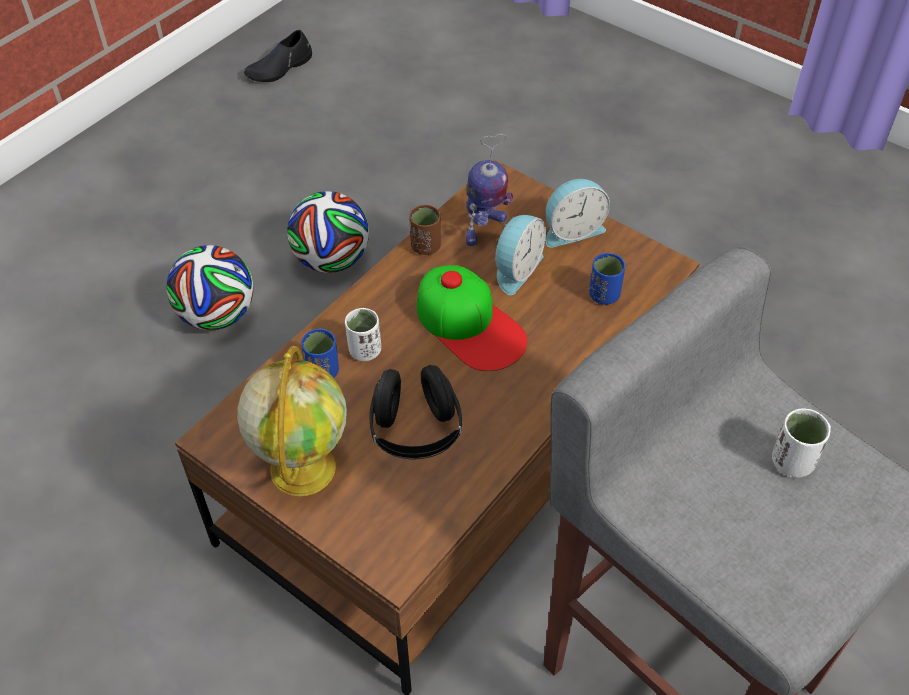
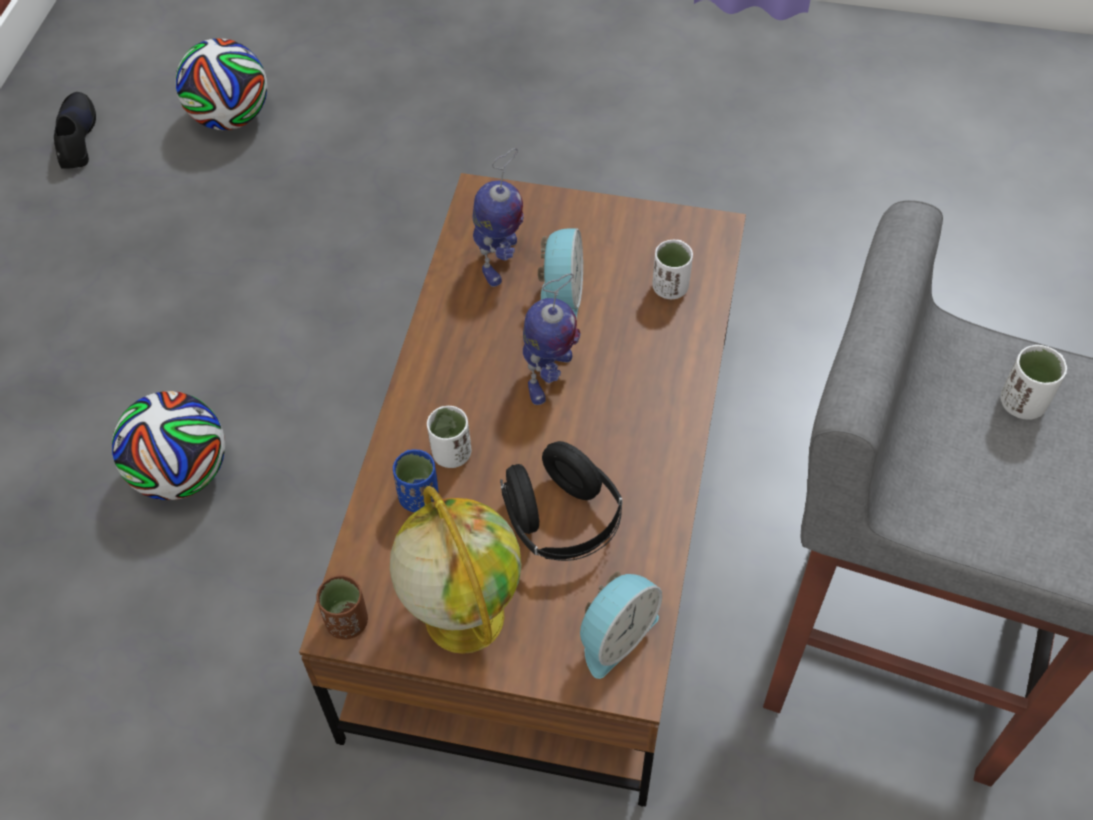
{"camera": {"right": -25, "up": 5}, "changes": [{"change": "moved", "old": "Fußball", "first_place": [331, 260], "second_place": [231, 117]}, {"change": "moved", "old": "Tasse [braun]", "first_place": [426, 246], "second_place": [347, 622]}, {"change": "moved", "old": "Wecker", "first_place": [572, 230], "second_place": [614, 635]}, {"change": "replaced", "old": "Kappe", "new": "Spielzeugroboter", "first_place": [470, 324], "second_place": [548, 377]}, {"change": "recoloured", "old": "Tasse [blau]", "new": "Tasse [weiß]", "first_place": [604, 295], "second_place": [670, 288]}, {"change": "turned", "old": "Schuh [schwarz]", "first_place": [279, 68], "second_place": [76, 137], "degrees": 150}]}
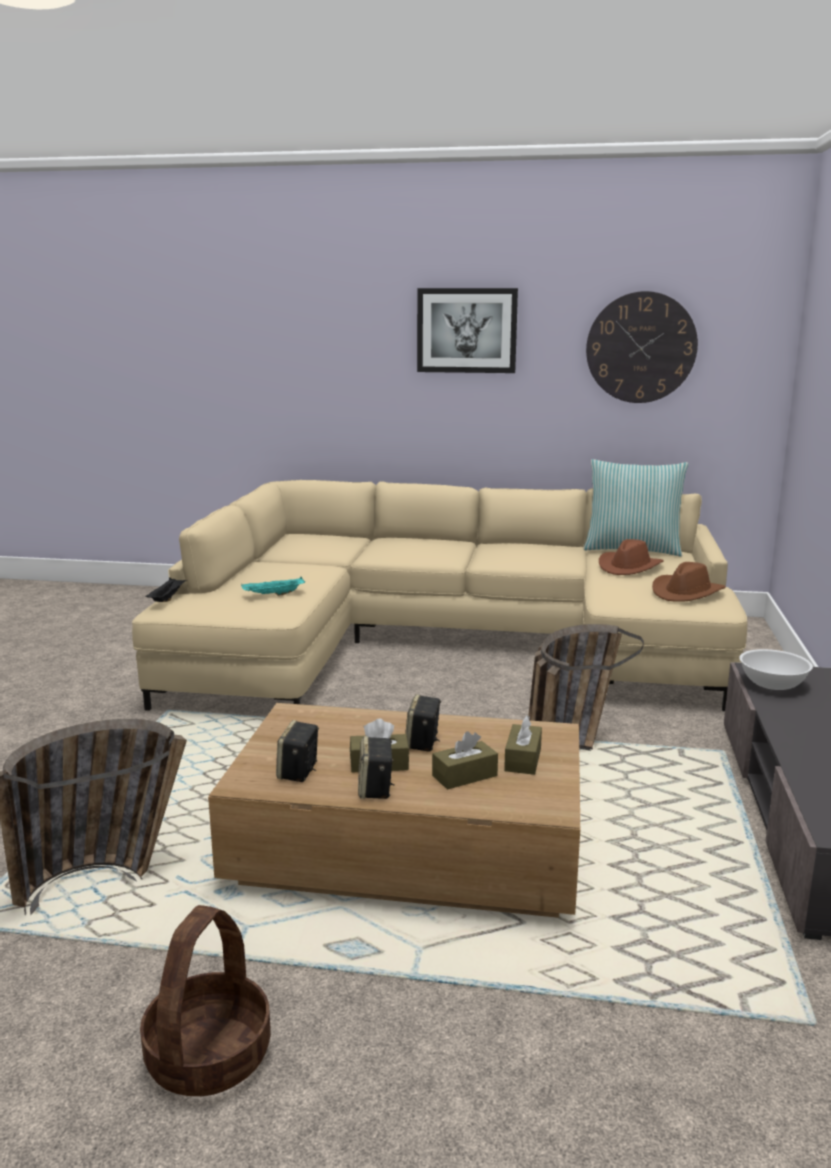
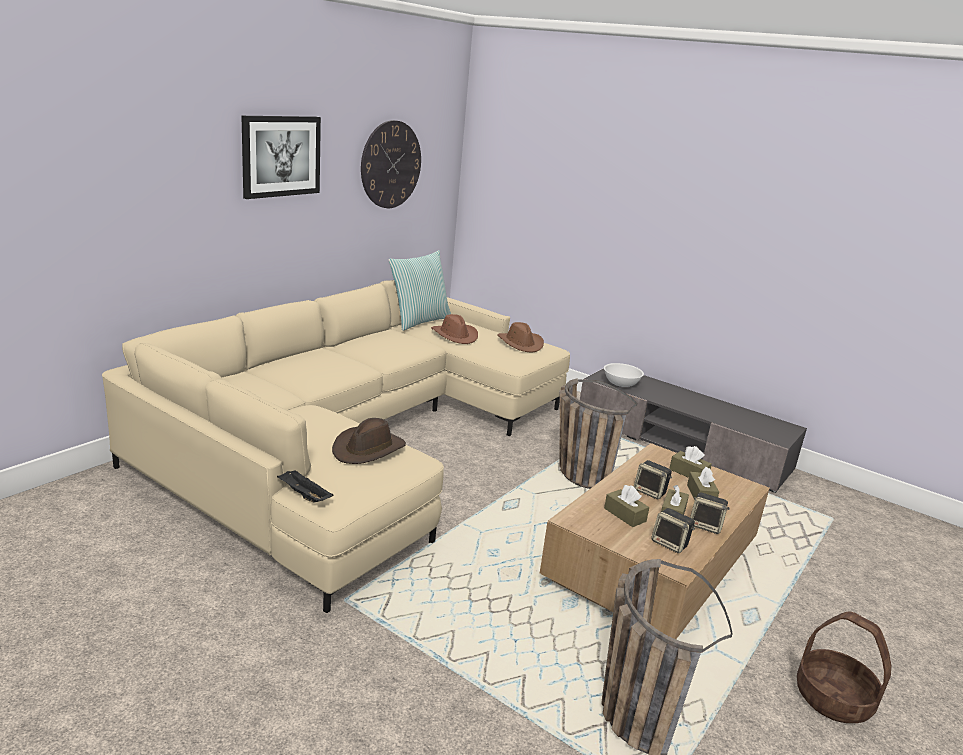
{"camera": {"right": -65, "up": 5}, "changes": [{"change": "added", "new": "Taschentuchbox [braun]", "second_place": [625, 515]}, {"change": "replaced", "old": "Tablett [türkis]", "new": "Hut [braun]", "first_place": [273, 595], "second_place": [368, 449]}]}
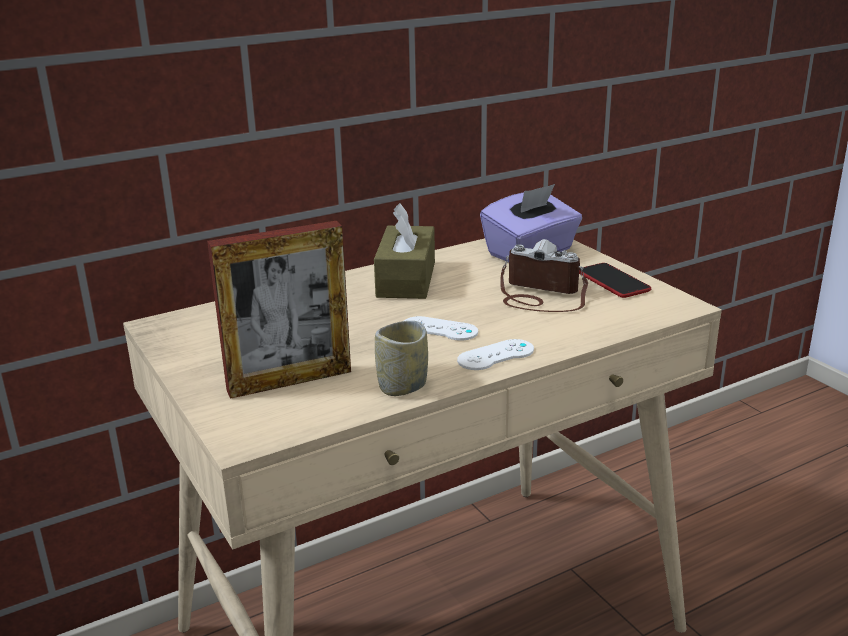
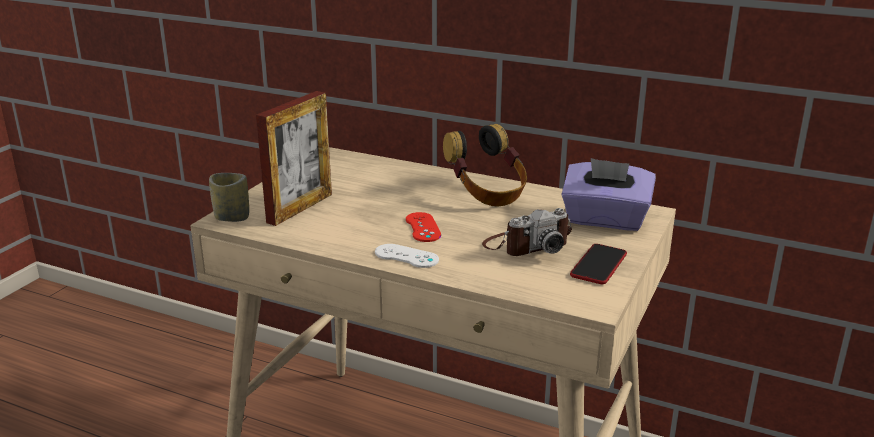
{"camera": {"right": 55, "up": 0}, "changes": [{"change": "moved", "old": "Tasse", "first_place": [402, 386], "second_place": [232, 217]}, {"change": "replaced", "old": "Taschentuchbox [braun]", "new": "Kopfhörer", "first_place": [406, 279], "second_place": [487, 194]}, {"change": "recoloured", "old": "Gamepad [weiß]", "new": "Gamepad [rot]", "first_place": [439, 329], "second_place": [423, 227]}, {"change": "turned", "old": "Bilderrahmen", "first_place": [289, 381], "second_place": [300, 208], "degrees": -90}, {"change": "turned", "old": "Kamera", "first_place": [540, 296], "second_place": [527, 245], "degrees": 75}]}
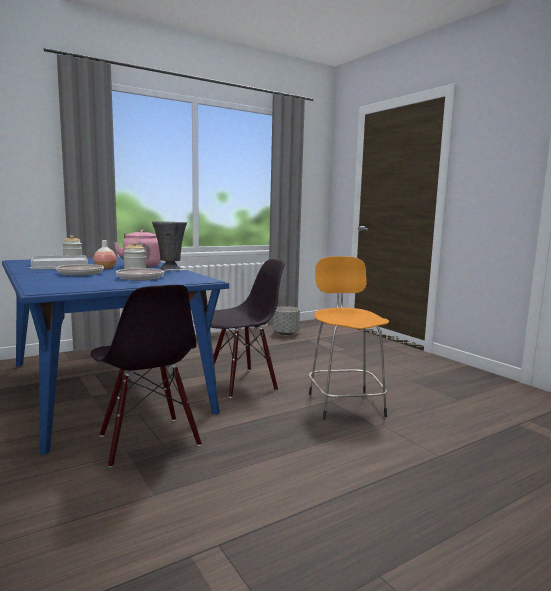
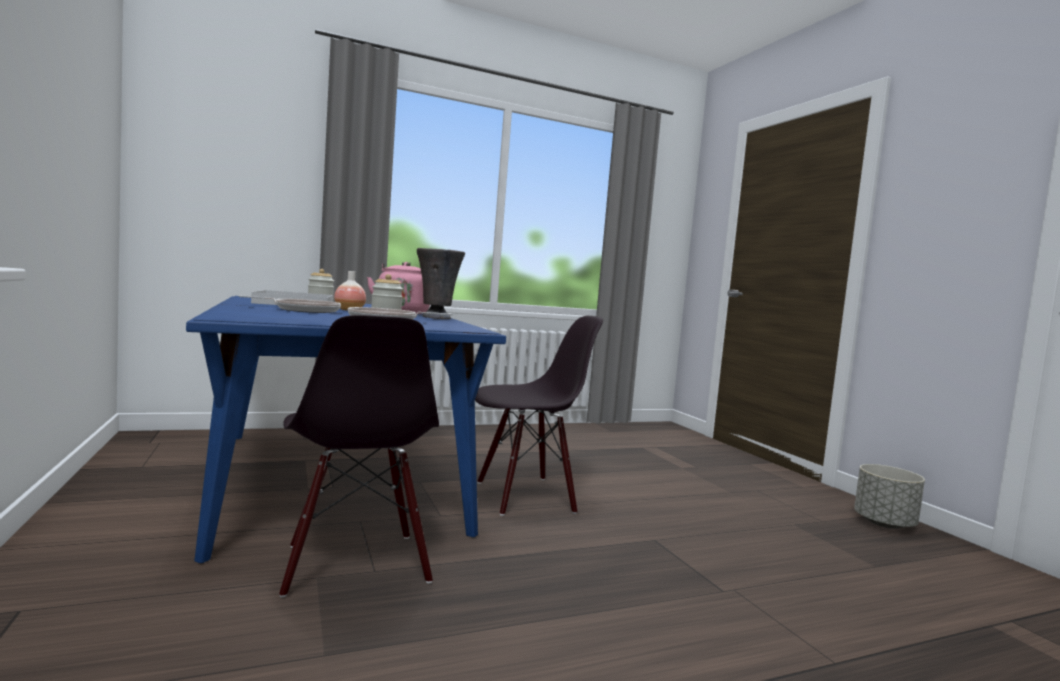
{"camera": {"right": 10, "up": -5}, "changes": [{"change": "removed", "old": "Hocker [orange]", "first_place": [344, 403]}, {"change": "moved", "old": "Pflanzkübel [grau]", "first_place": [286, 333], "second_place": [884, 523]}]}
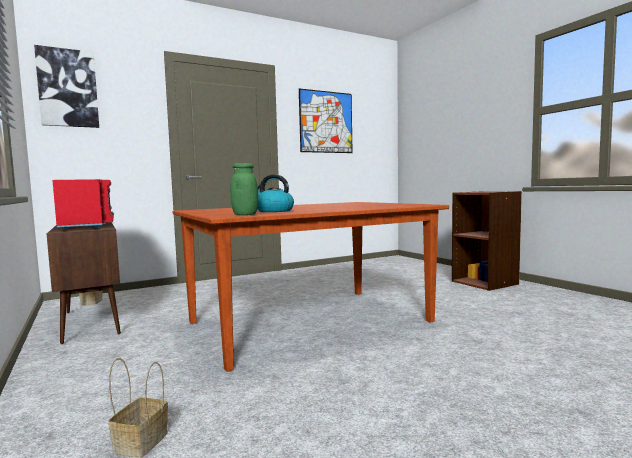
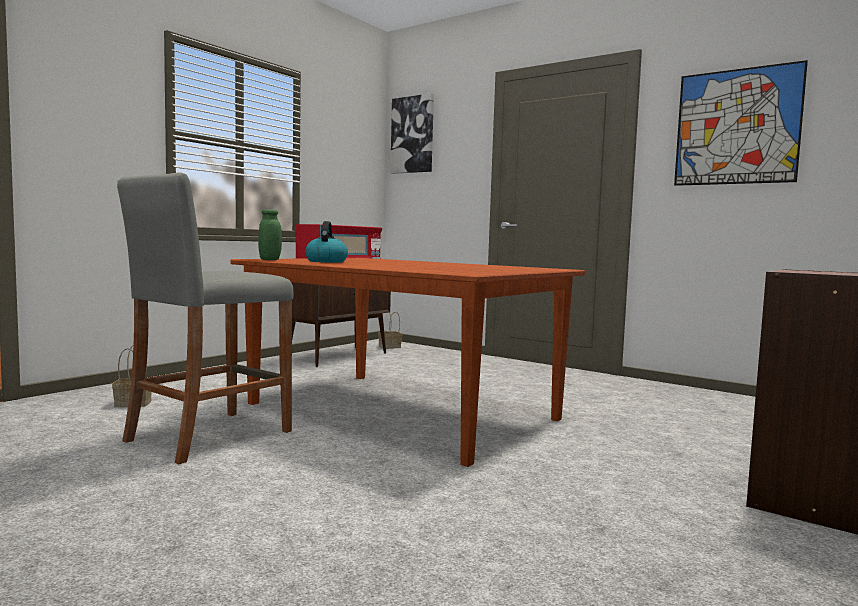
{"camera": {"right": 65, "up": 0}, "changes": [{"change": "added", "new": "Hocker [grau]", "second_place": [209, 436]}]}
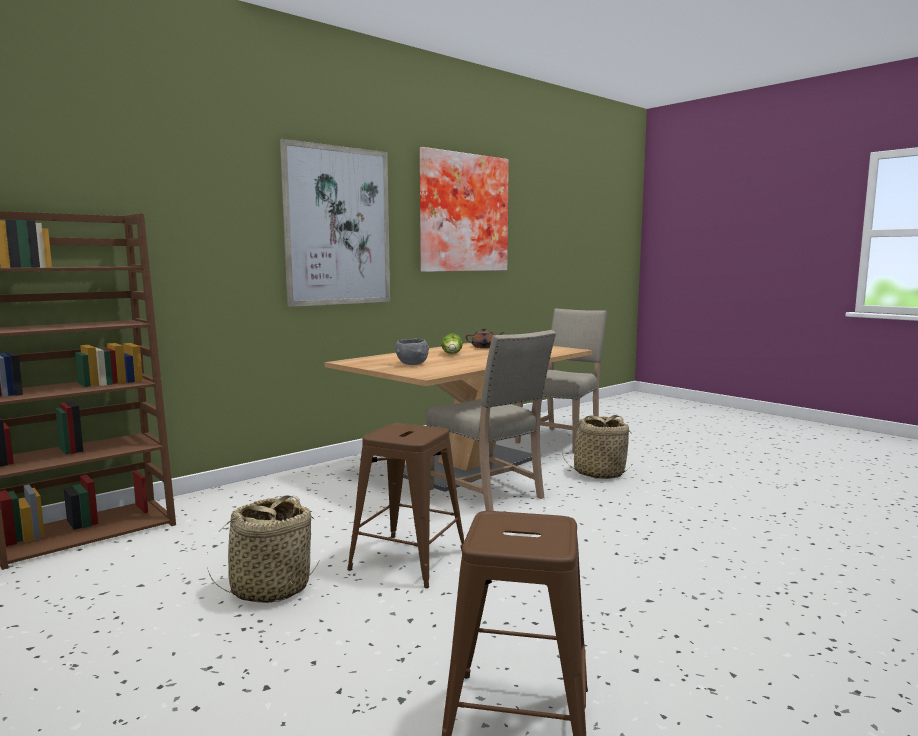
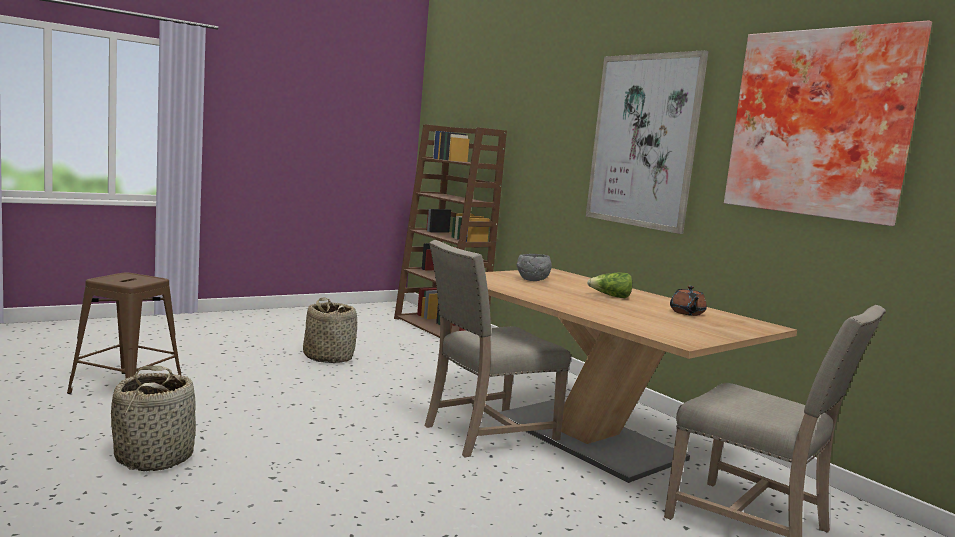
{"camera": {"right": 95, "up": 0}, "changes": [{"change": "removed", "old": "Hocker [braun]", "first_place": [408, 560]}, {"change": "moved", "old": "Korb", "first_place": [598, 473], "second_place": [155, 457]}]}
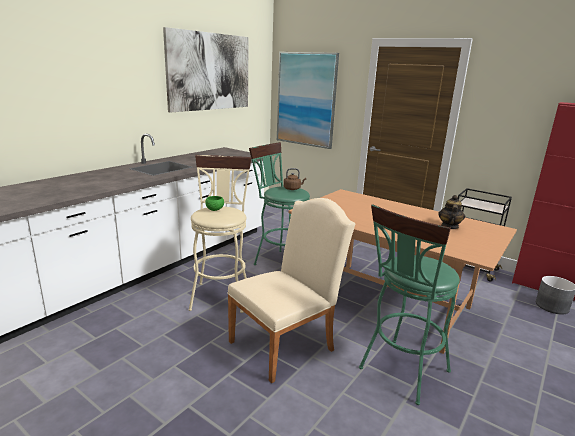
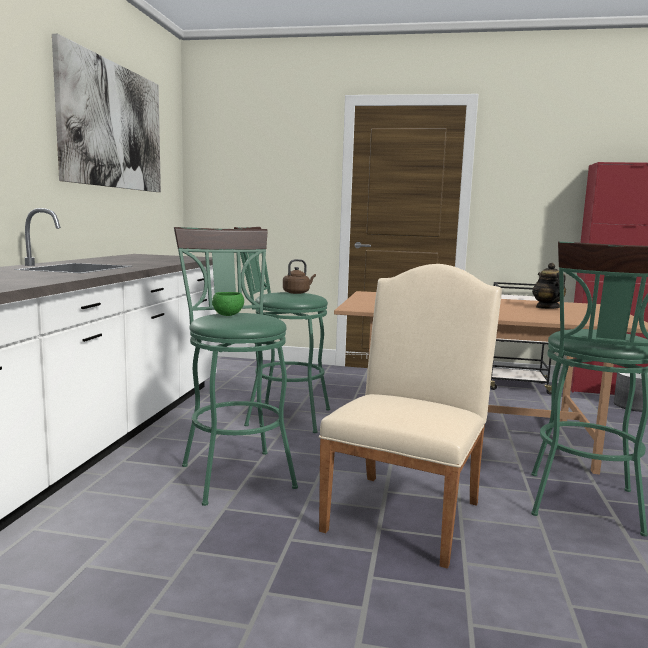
{"camera": {"right": -25, "up": -10}, "changes": [{"change": "removed", "old": "Bild", "first_place": [306, 99]}, {"change": "recoloured", "old": "Hocker [beige]", "new": "Hocker [grün]", "first_place": [221, 294], "second_place": [234, 472]}]}
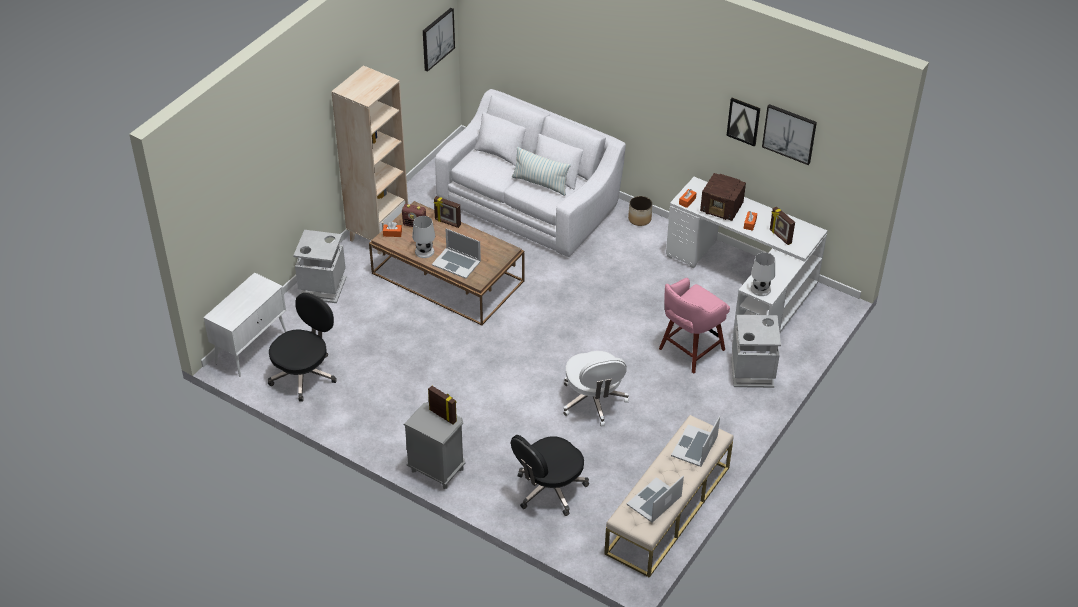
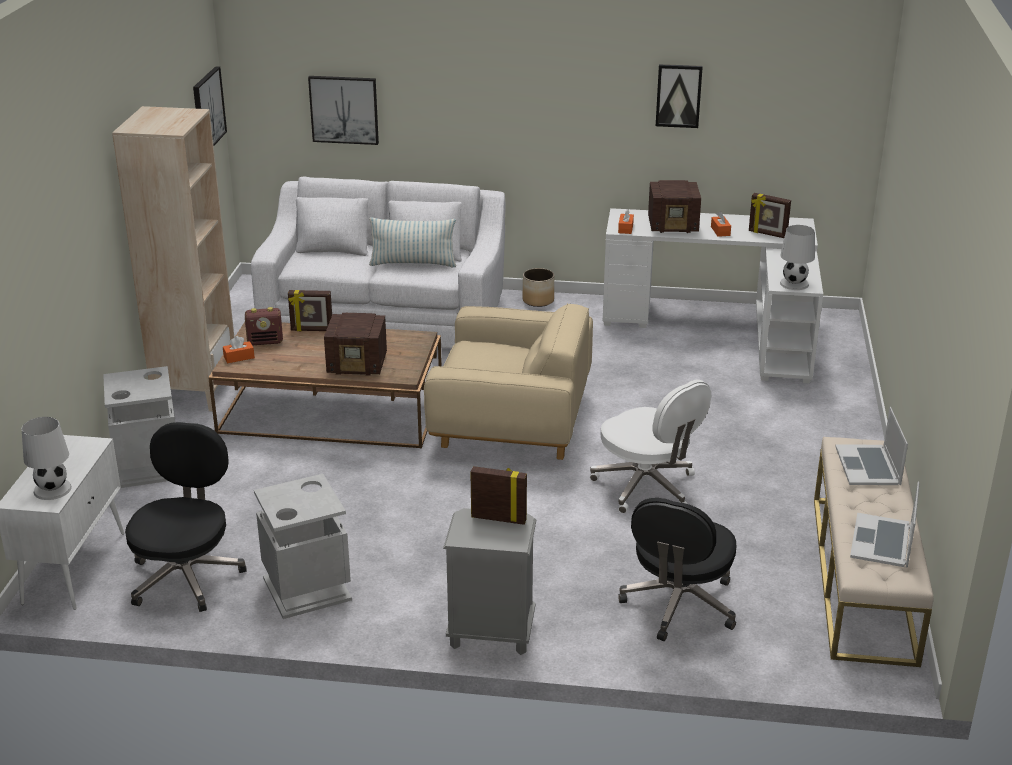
{"camera": {"right": -25, "up": -15}, "changes": [{"change": "removed", "old": "Hocker [rosa]", "first_place": [690, 350]}, {"change": "added", "new": "Sessel [beige]", "second_place": [511, 422]}, {"change": "moved", "old": "Tischlampe [weiß]", "first_place": [424, 251], "second_place": [53, 489]}, {"change": "moved", "old": "Mülleimer [grau]", "first_place": [752, 372], "second_place": [307, 588]}, {"change": "moved", "old": "Bild", "first_place": [789, 133], "second_place": [344, 109]}, {"change": "replaced", "old": "Laptop", "new": "Radio", "first_place": [456, 263], "second_place": [358, 365]}]}
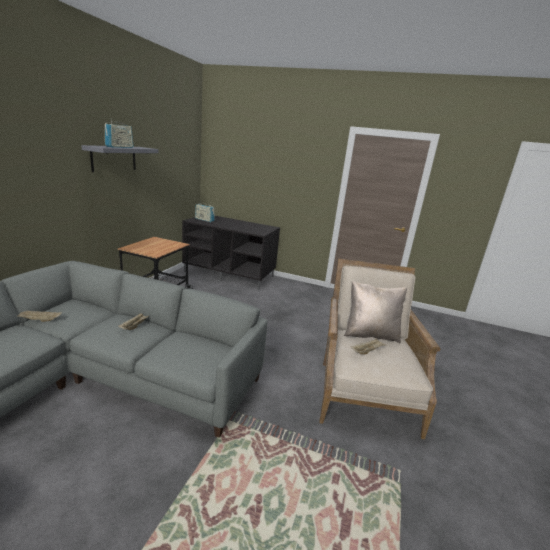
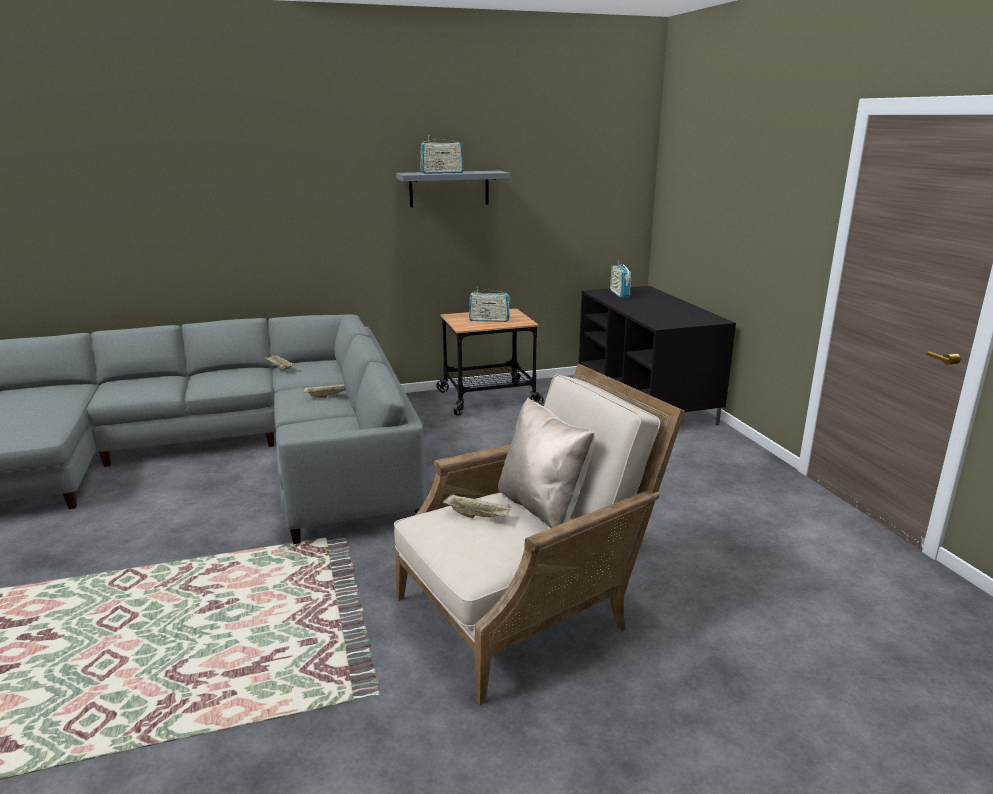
{"camera": {"right": 55, "up": 0}, "changes": [{"change": "added", "new": "Radio", "second_place": [489, 320]}]}
